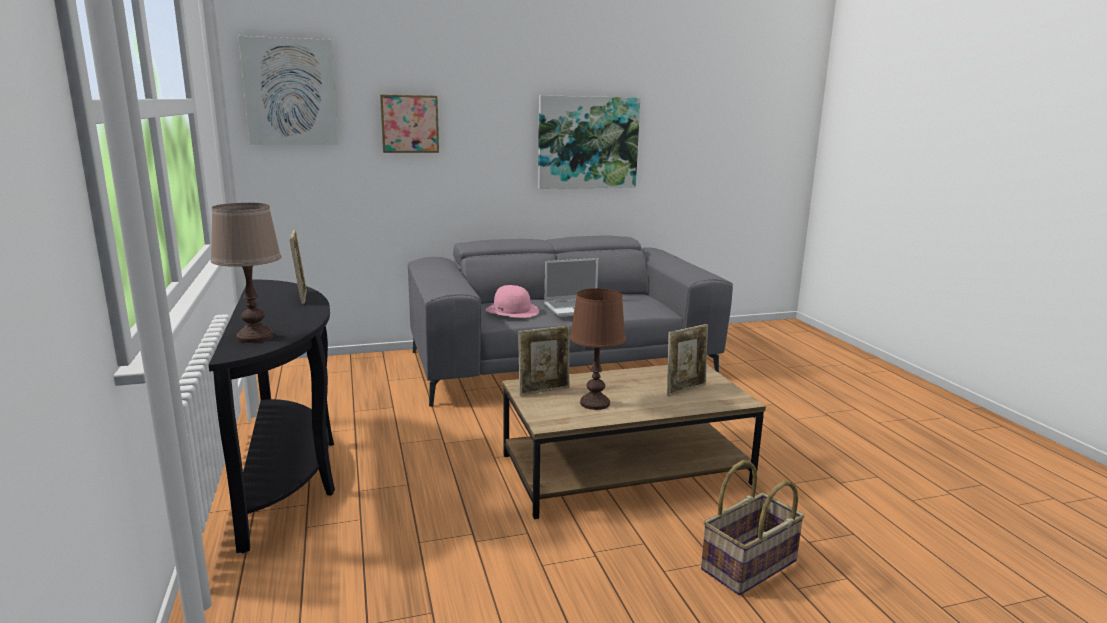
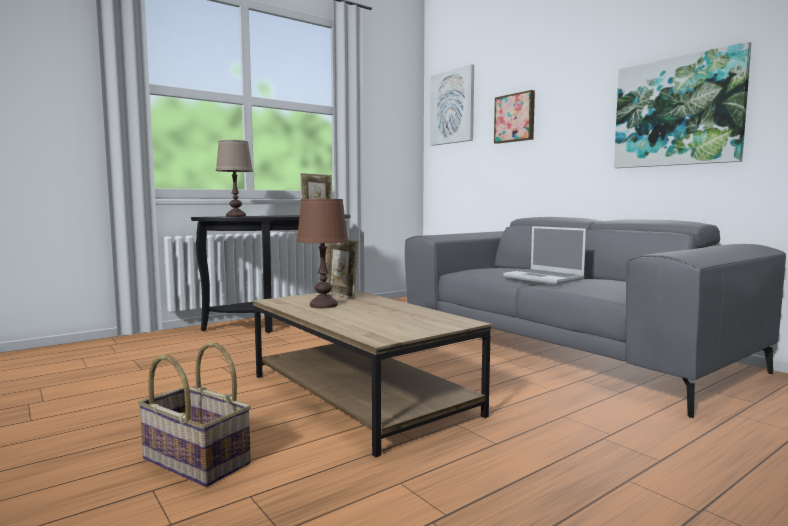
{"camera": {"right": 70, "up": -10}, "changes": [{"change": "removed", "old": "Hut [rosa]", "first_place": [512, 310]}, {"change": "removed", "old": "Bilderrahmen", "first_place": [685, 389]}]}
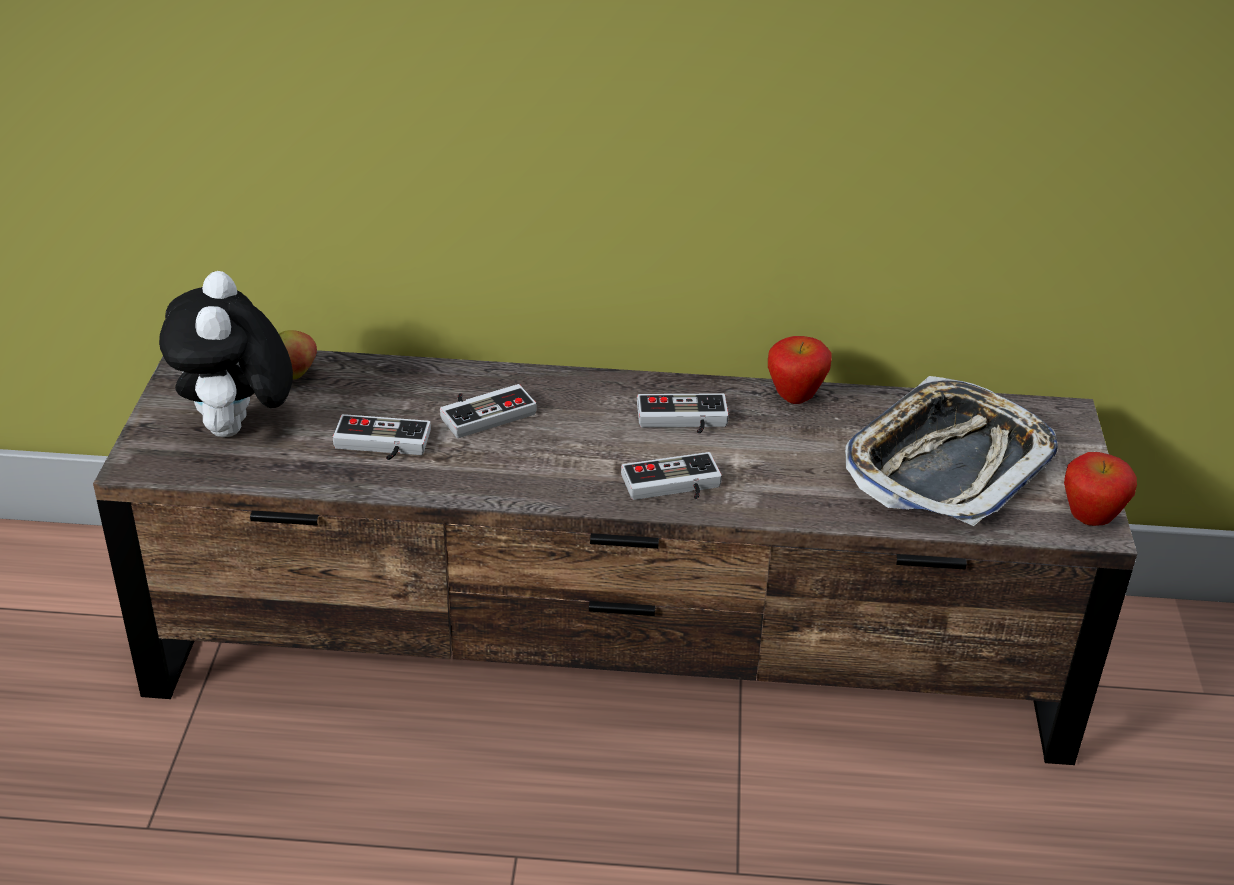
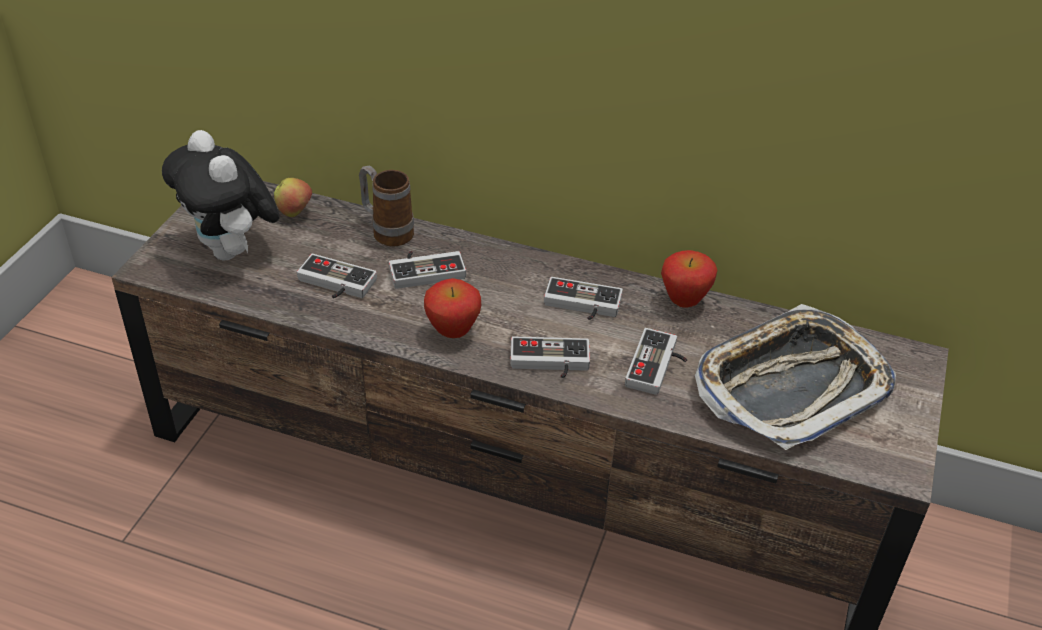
{"camera": {"right": 15, "up": 5}, "changes": [{"change": "added", "new": "Henkelbecher", "second_place": [387, 231]}, {"change": "added", "new": "Gamepad", "second_place": [658, 367]}, {"change": "moved", "old": "Apfel", "first_place": [1089, 520], "second_place": [453, 332]}, {"change": "turned", "old": "Plüschtier", "first_place": [237, 430], "second_place": [232, 252], "degrees": -45}]}
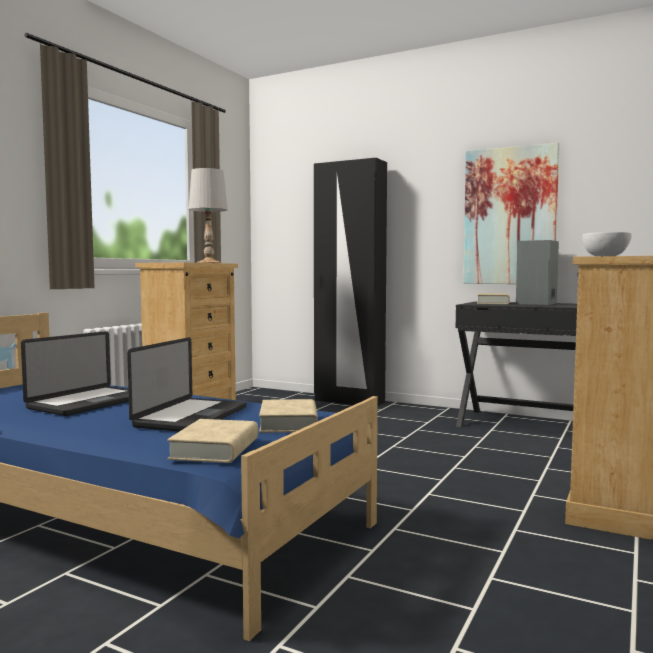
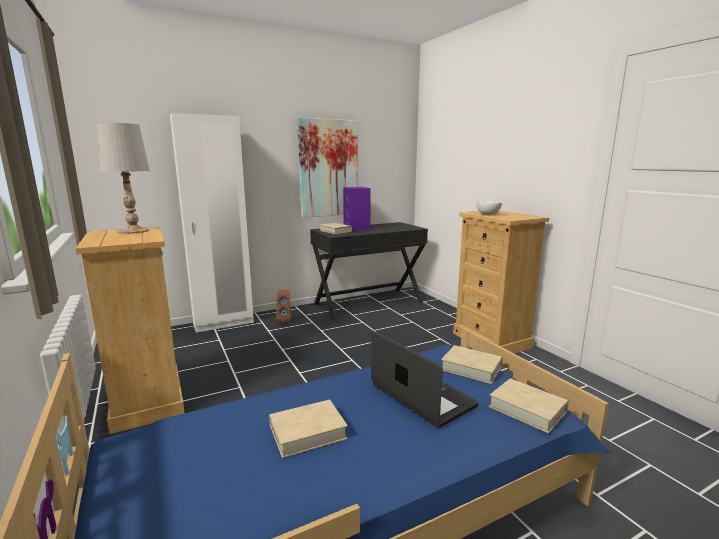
{"camera": {"right": -55, "up": 10}, "changes": [{"change": "added", "new": "Lautsprecher [braun]", "second_place": [285, 321]}, {"change": "replaced", "old": "Laptop", "new": "Buch [beige]", "first_place": [89, 403], "second_place": [307, 432]}, {"change": "recoloured", "old": "Kleiderschrank [schwarz]", "new": "Kleiderschrank [weiß]", "first_place": [349, 401], "second_place": [223, 324]}, {"change": "recoloured", "old": "Lautsprecher [grau]", "new": "Lautsprecher [lila]", "first_place": [537, 303], "second_place": [357, 228]}]}
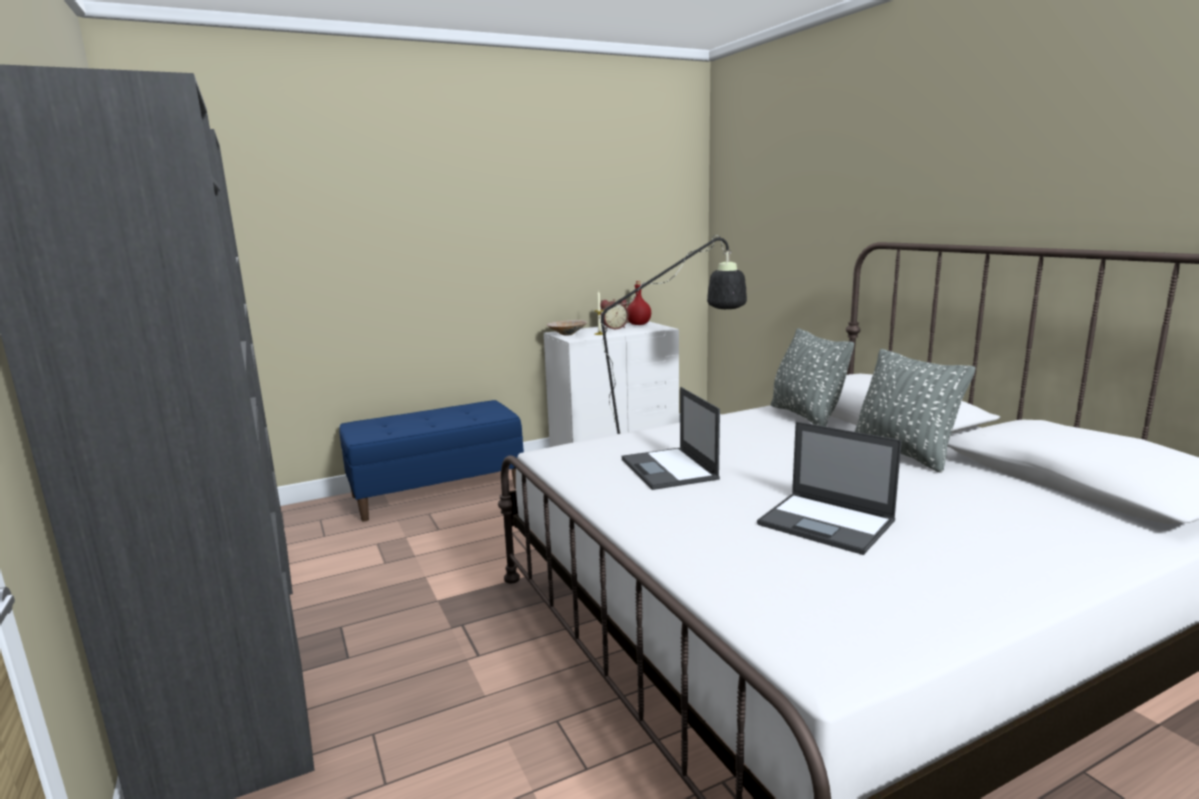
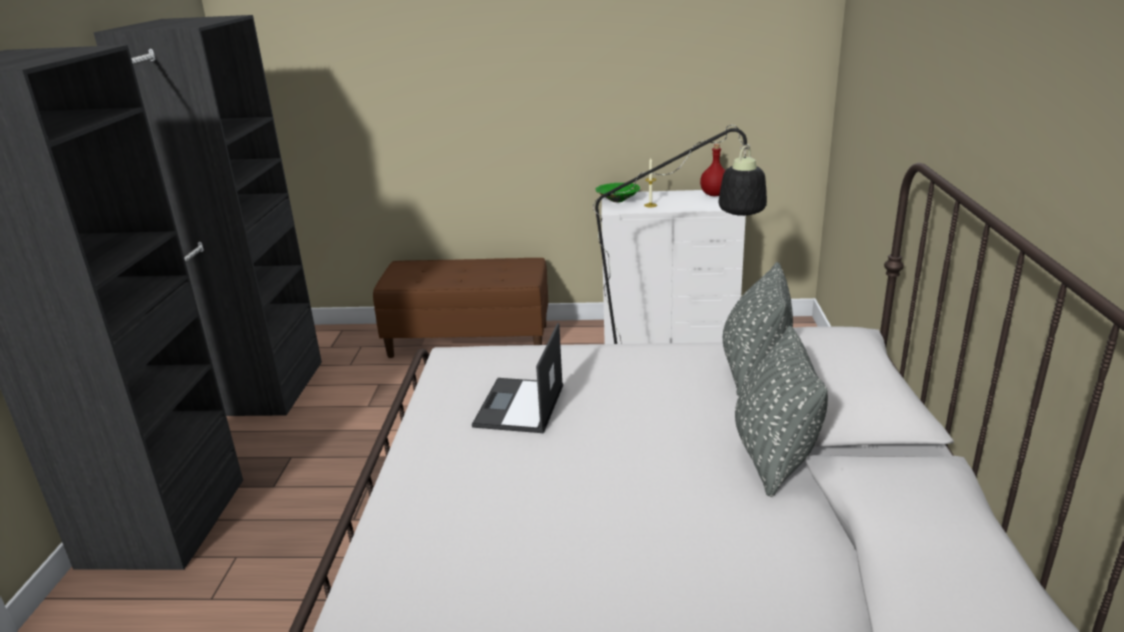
{"camera": {"right": 30, "up": 10}, "changes": [{"change": "removed", "old": "Wecker", "first_place": [613, 328]}, {"change": "removed", "old": "Laptop", "first_place": [827, 523]}, {"change": "recoloured", "old": "Bank [blau]", "new": "Bank [braun]", "first_place": [437, 491], "second_place": [469, 340]}, {"change": "recoloured", "old": "Schüssel [beige]", "new": "Schüssel [grün]", "first_place": [566, 334], "second_place": [617, 200]}]}
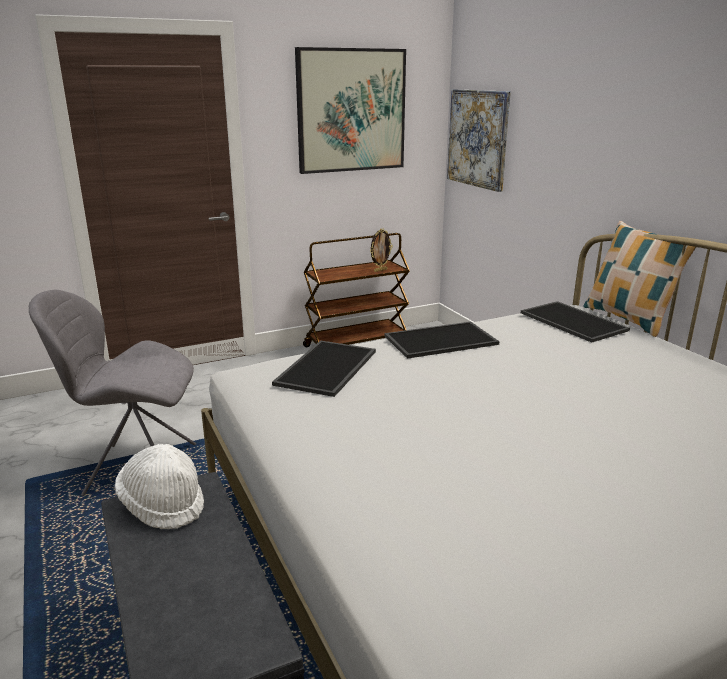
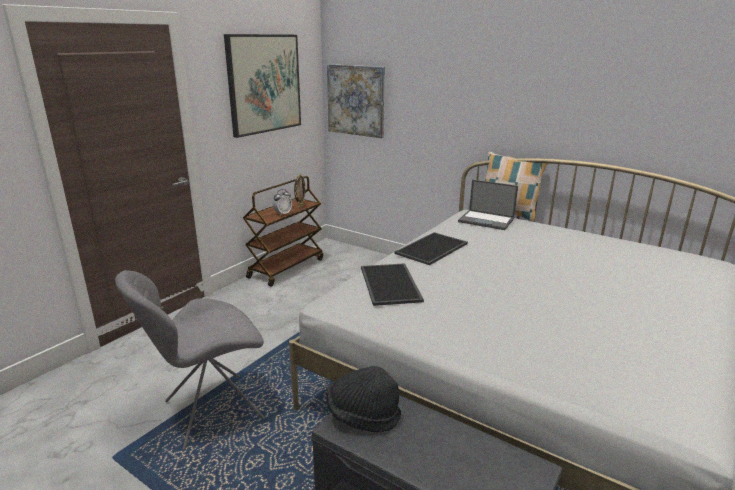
{"camera": {"right": -30, "up": 0}, "changes": [{"change": "added", "new": "Wecker", "second_place": [283, 214]}, {"change": "replaced", "old": "Tablett", "new": "Laptop", "first_place": [574, 321], "second_place": [487, 220]}, {"change": "recoloured", "old": "Hut [weiß]", "new": "Hut [schwarz]", "first_place": [163, 505], "second_place": [363, 416]}]}
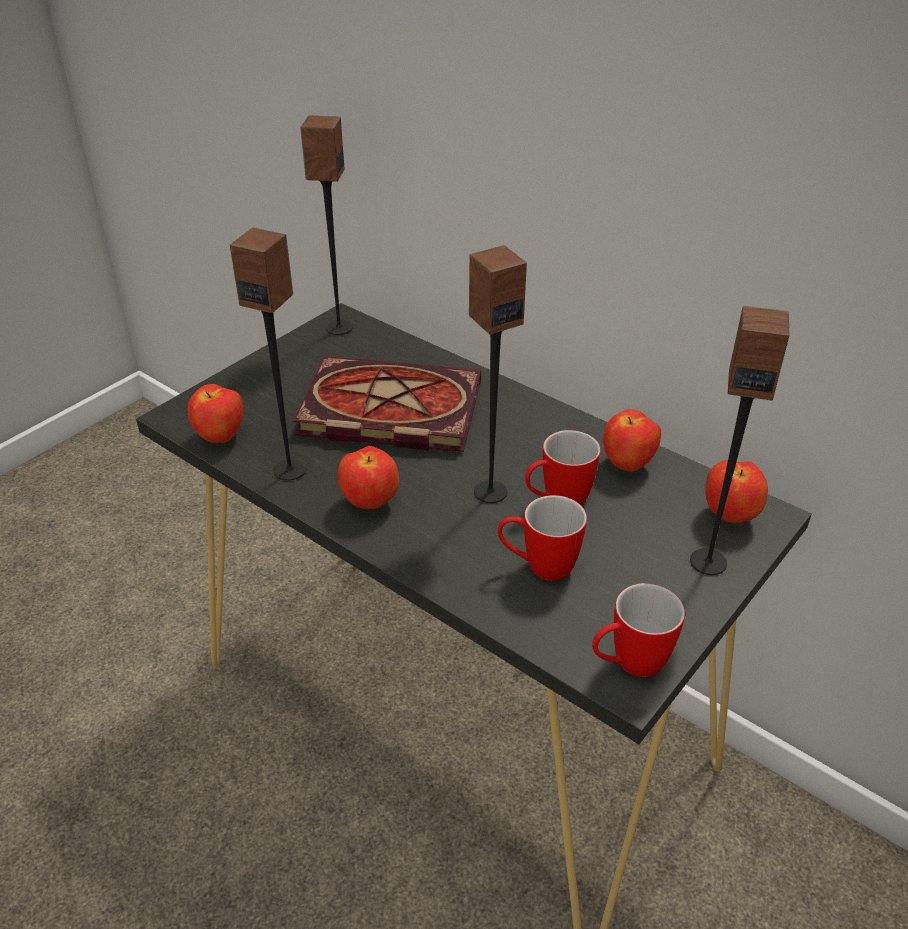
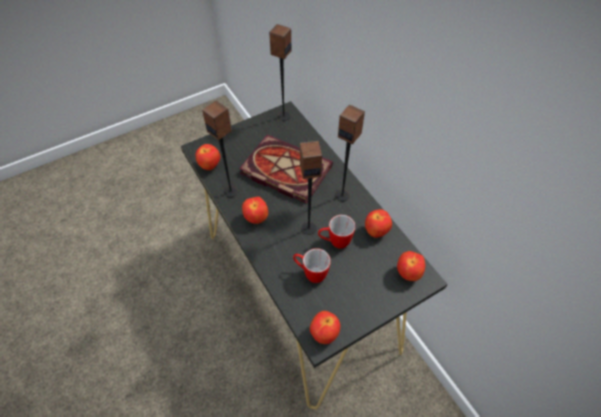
{"camera": {"right": 20, "up": 15}, "changes": [{"change": "moved", "old": "Lautsprecher", "first_place": [708, 561], "second_place": [342, 195]}, {"change": "replaced", "old": "Henkelbecher", "new": "Apfel", "first_place": [628, 665], "second_place": [324, 333]}]}
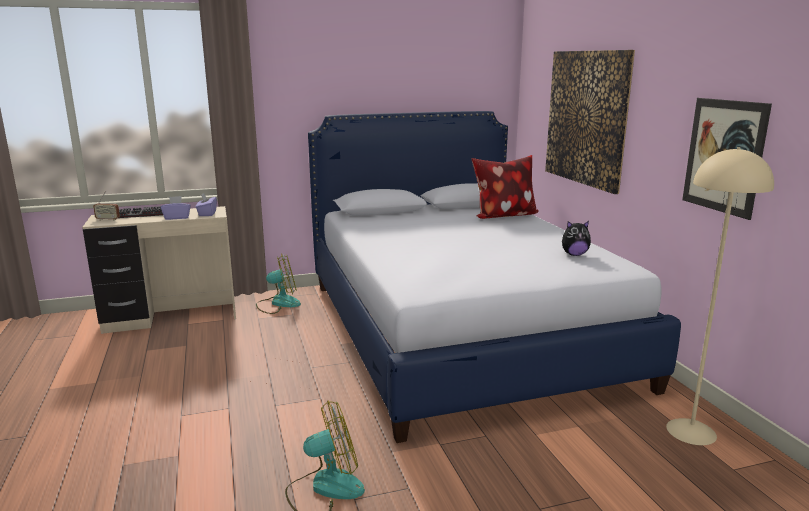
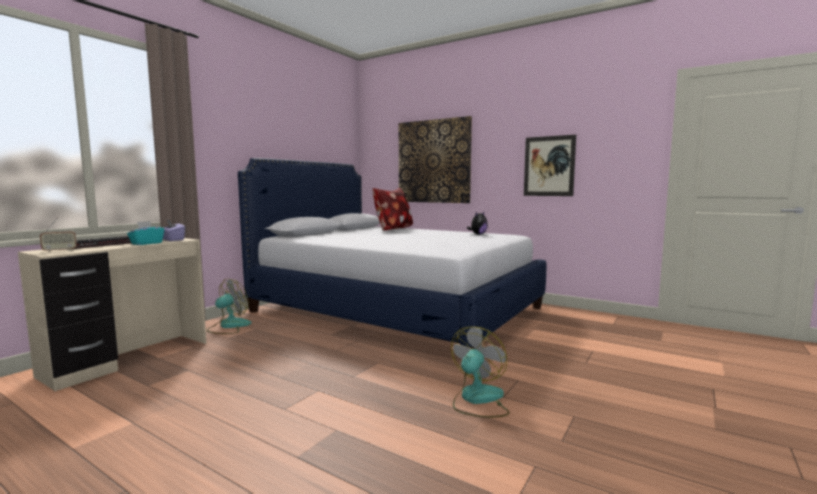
{"camera": {"right": -40, "up": -10}, "changes": [{"change": "removed", "old": "Stehlampe [beige]", "first_place": [690, 431]}, {"change": "recoloured", "old": "Taschentuchbox [lila]", "new": "Taschentuchbox [türkis]", "first_place": [177, 217], "second_place": [146, 243]}]}
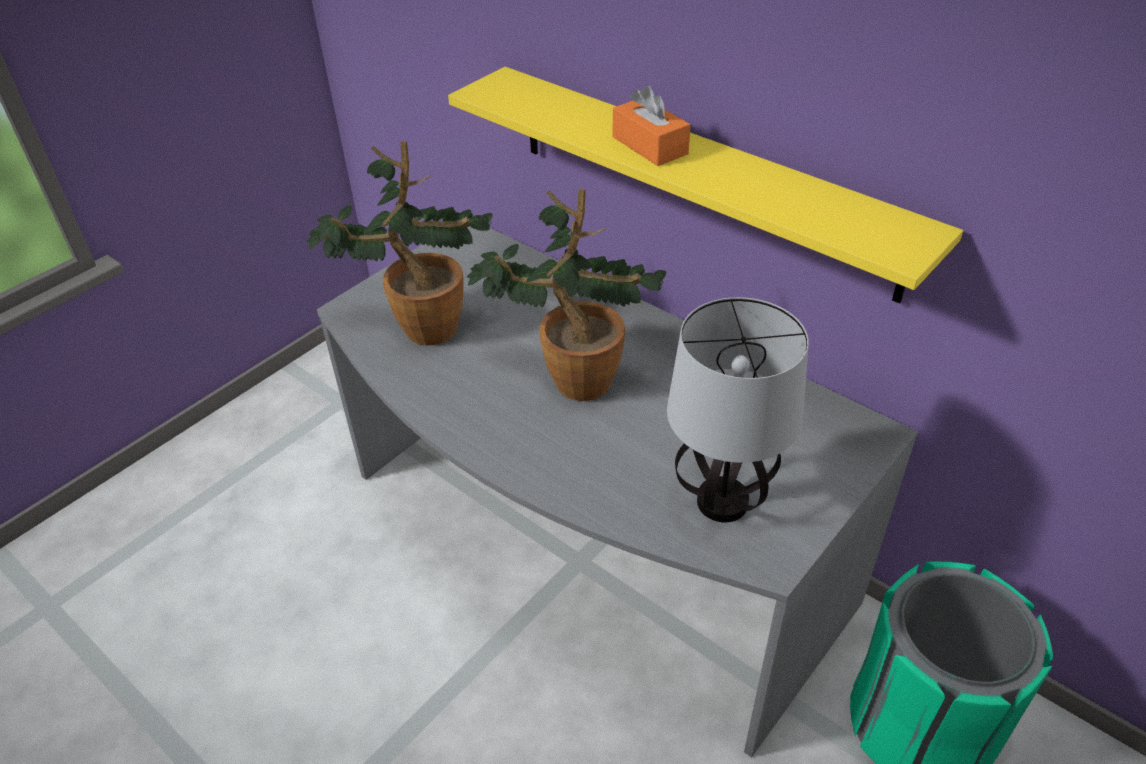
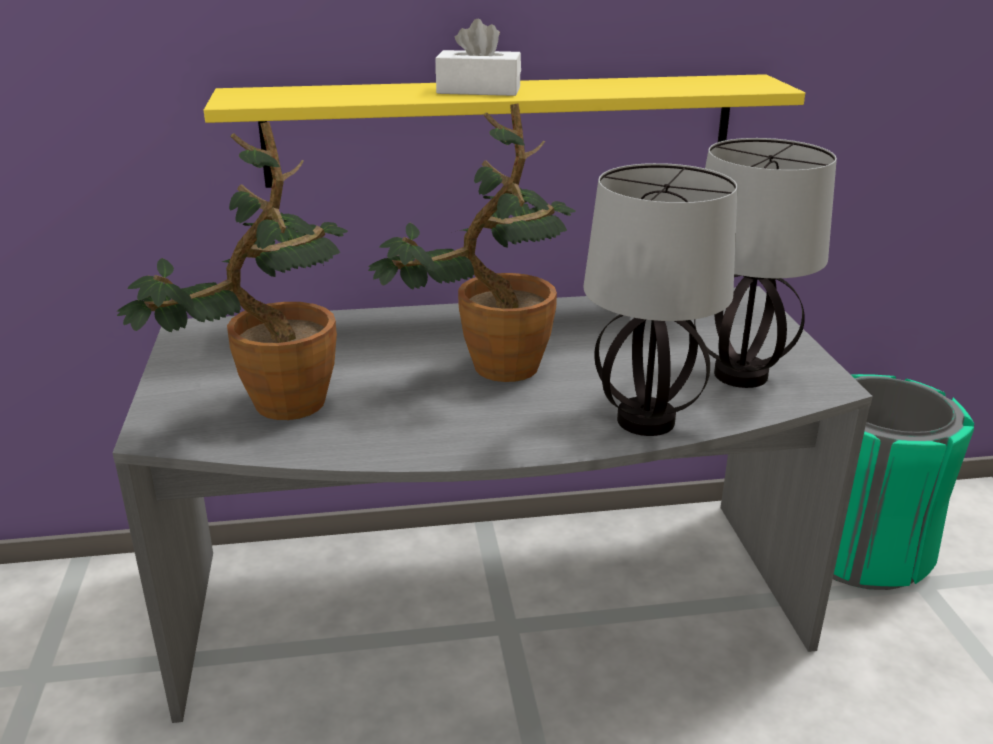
{"camera": {"right": -50, "up": -15}, "changes": [{"change": "added", "new": "Tischlampe", "second_place": [645, 422]}, {"change": "recoloured", "old": "Taschentuchbox [orange]", "new": "Taschentuchbox [weiß]", "first_place": [650, 145], "second_place": [478, 90]}]}
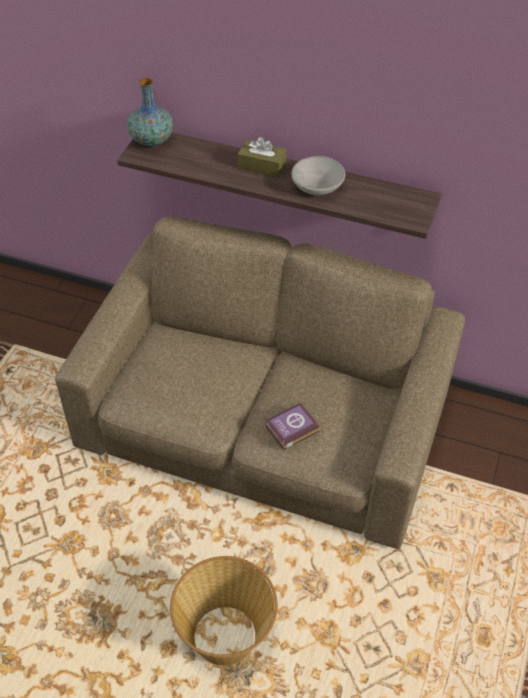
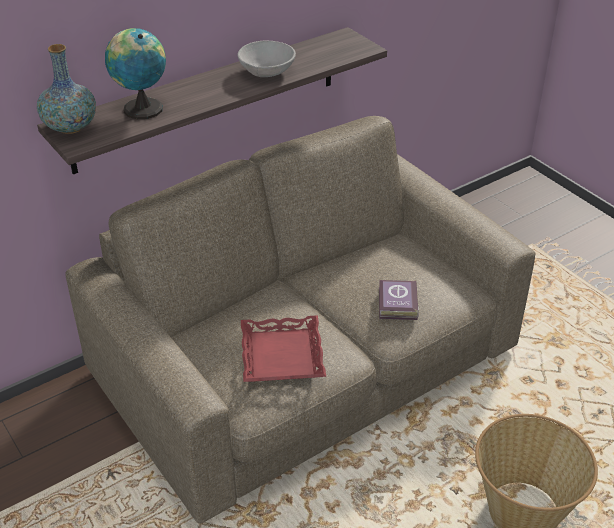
{"camera": {"right": -55, "up": -10}, "changes": [{"change": "removed", "old": "Taschentuchbox [braun]", "first_place": [262, 166]}, {"change": "added", "new": "Globus", "second_place": [141, 108]}, {"change": "added", "new": "Tablett [rot]", "second_place": [281, 355]}]}
